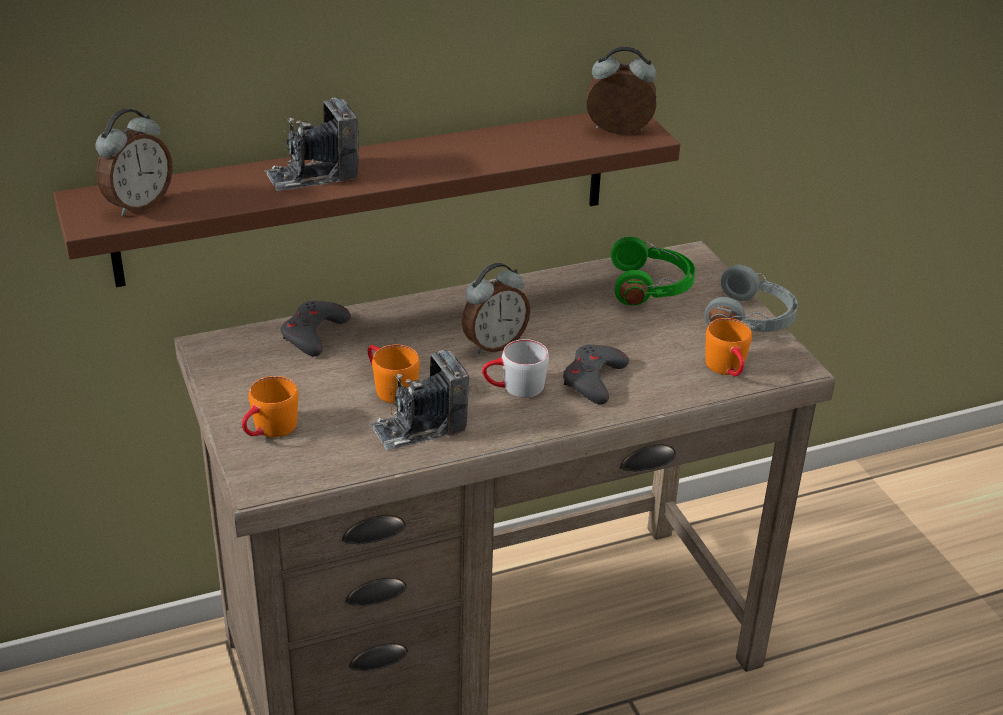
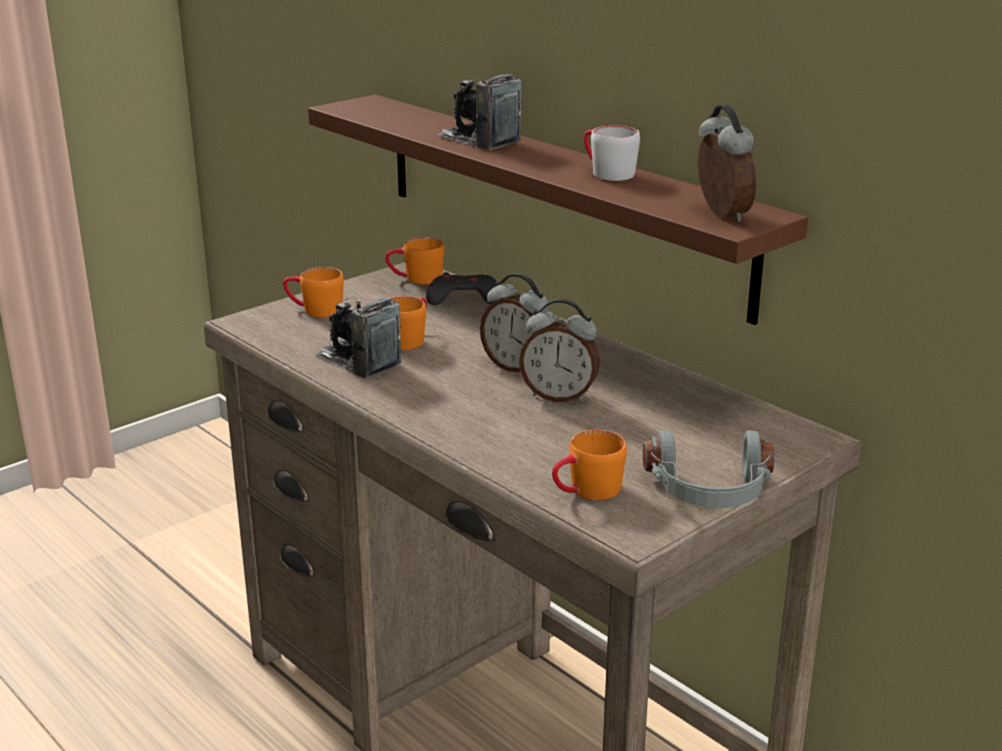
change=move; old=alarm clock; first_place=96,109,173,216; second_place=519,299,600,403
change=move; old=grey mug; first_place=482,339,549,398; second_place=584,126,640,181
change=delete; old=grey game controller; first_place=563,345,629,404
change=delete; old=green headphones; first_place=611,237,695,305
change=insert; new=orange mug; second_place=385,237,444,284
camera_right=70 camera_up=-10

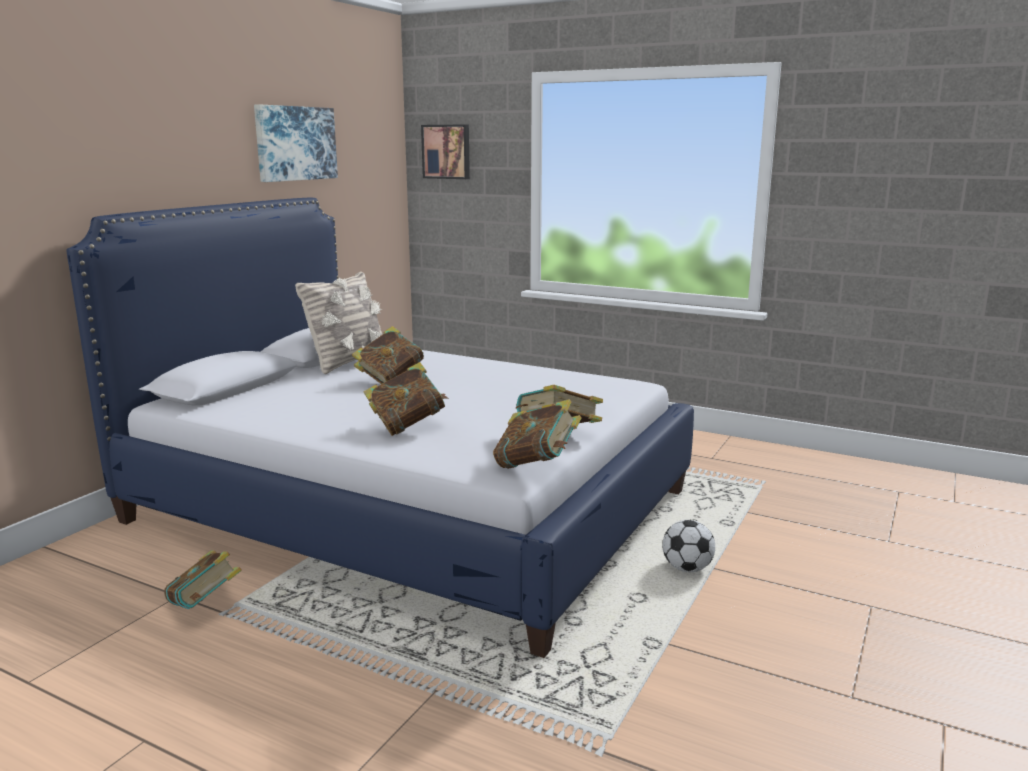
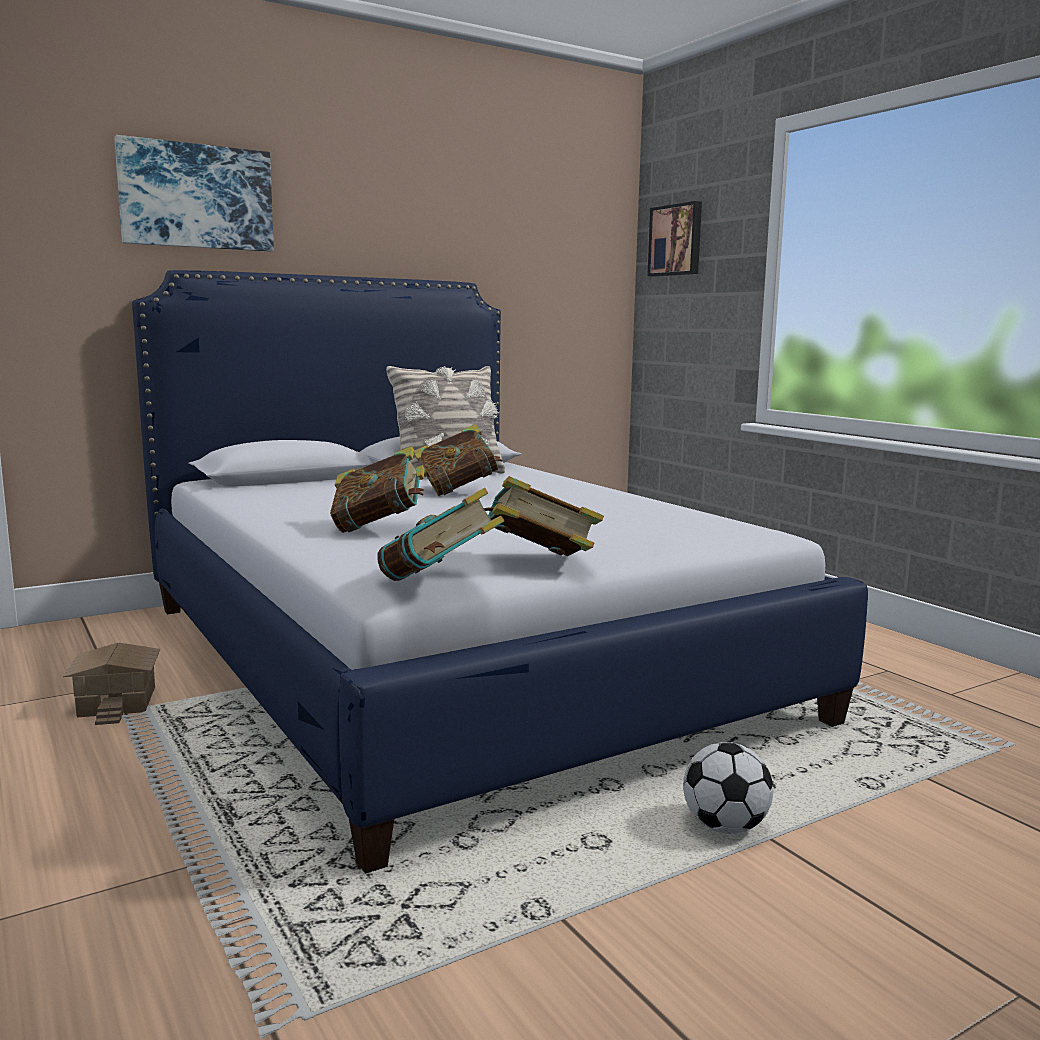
change=replace; old=book; new=toy house; first_place=164,550,242,609; second_place=63,643,161,725
change=move; old=picture; first_place=254,104,338,182; second_place=114,135,274,251
camera_right=30 camera_up=-5

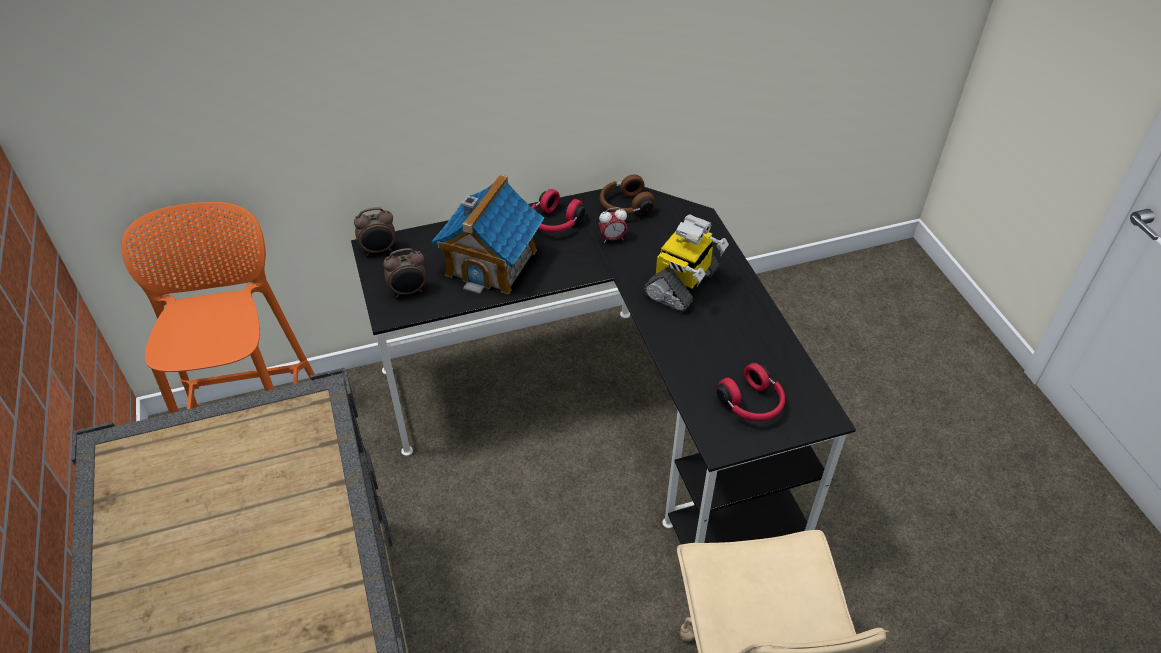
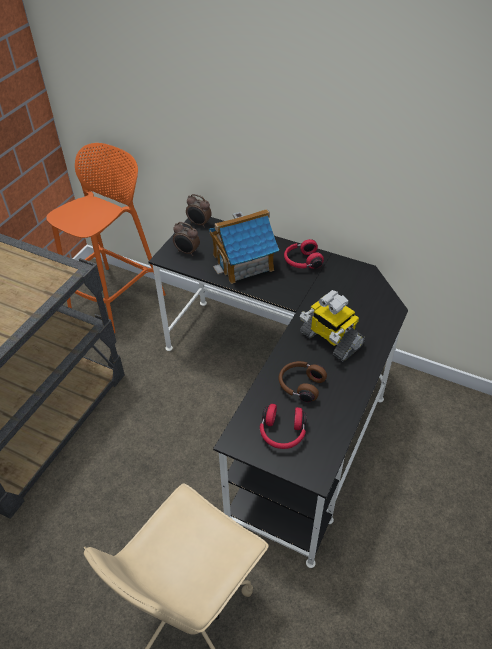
change=delete; old=alarm clock; first_place=598,207,627,243
change=move; old=brown headphones; first_place=600,175,655,215; second_place=279,361,327,402
change=rotate; old=toy robot; first_place=644,214,729,312; second_place=300,290,365,362; degrees=60
camera_right=45 camera_up=0

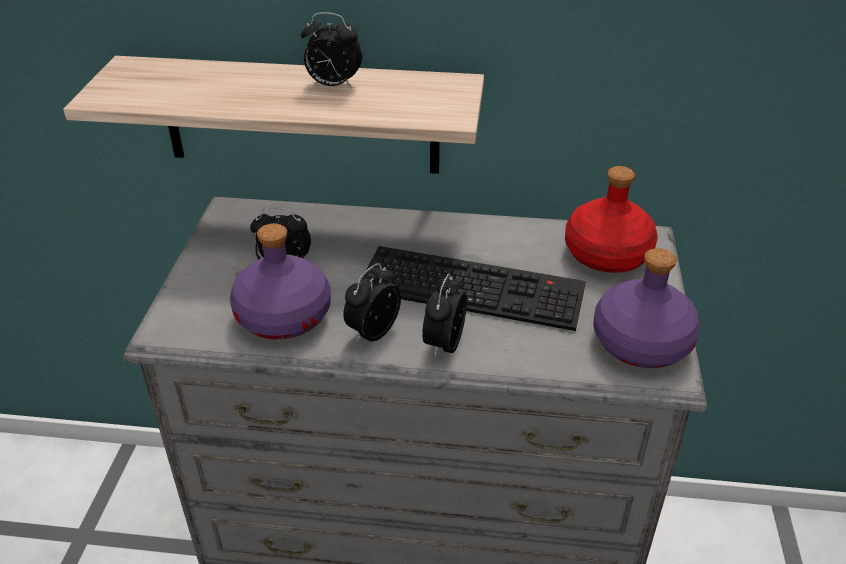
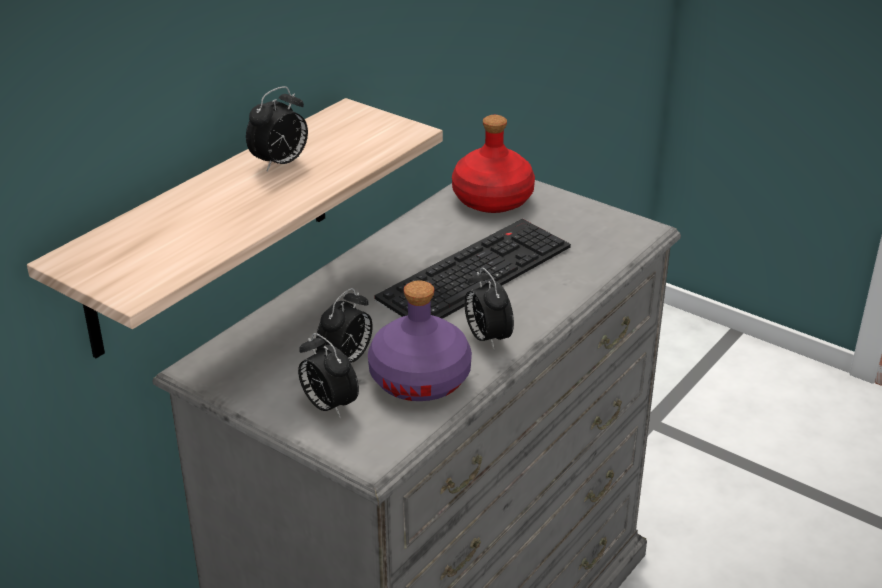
change=move; old=alarm clock; first_place=422,274,467,358; second_place=298,333,359,418
change=delete; old=purple bottle; first_place=593,248,700,368
camera_right=-60 camera_up=-5

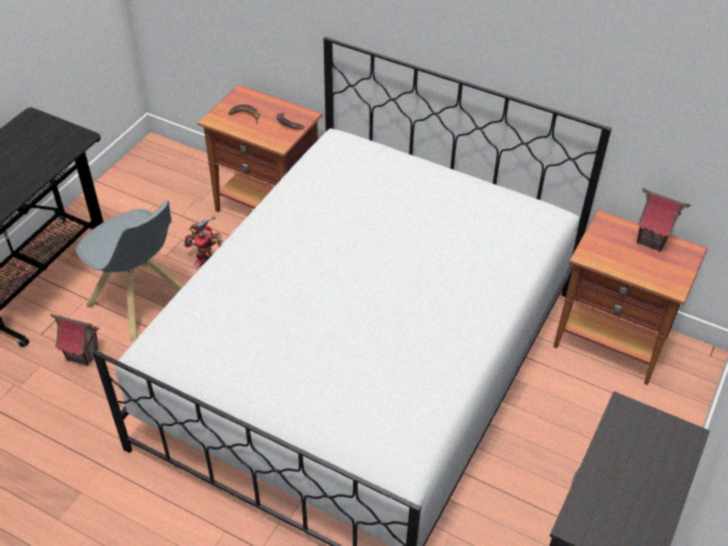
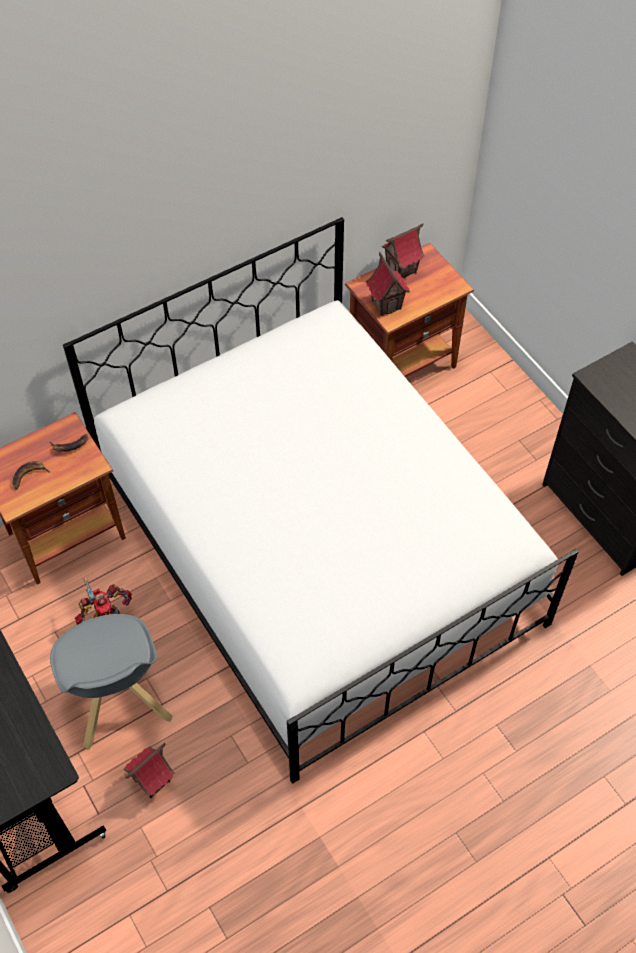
change=rotate; old=grey chair; first_place=76,200,183,341; second_place=50,614,173,750; degrees=90
change=insert; new=toy house; second_place=366,252,410,316
camera_right=-60 camera_up=10

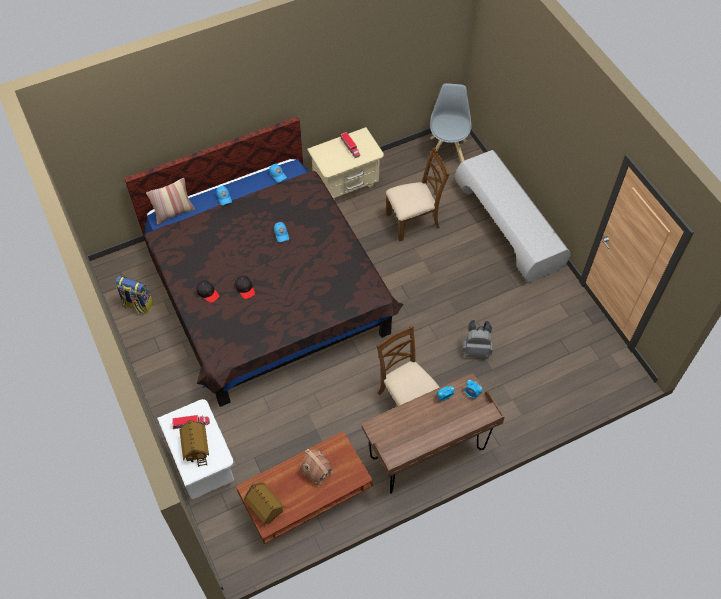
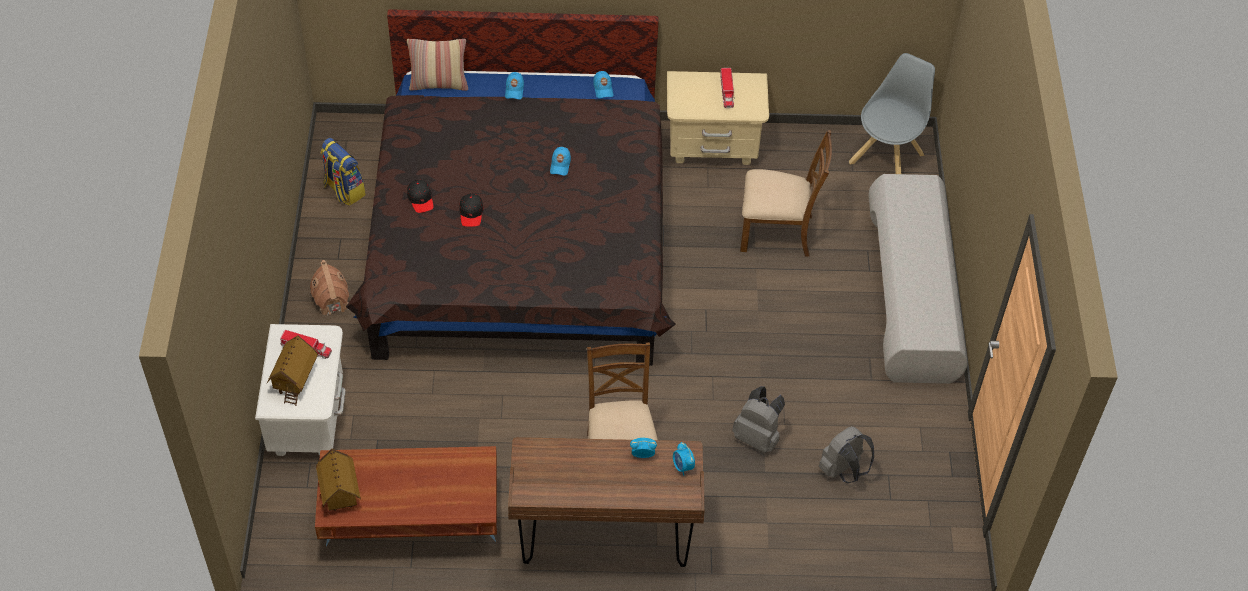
change=move; old=toy house; first_place=300,449,333,485; second_place=310,260,349,317
change=insert; new=grey backpack; second_place=818,426,874,483
camera_right=25 camera_up=-5

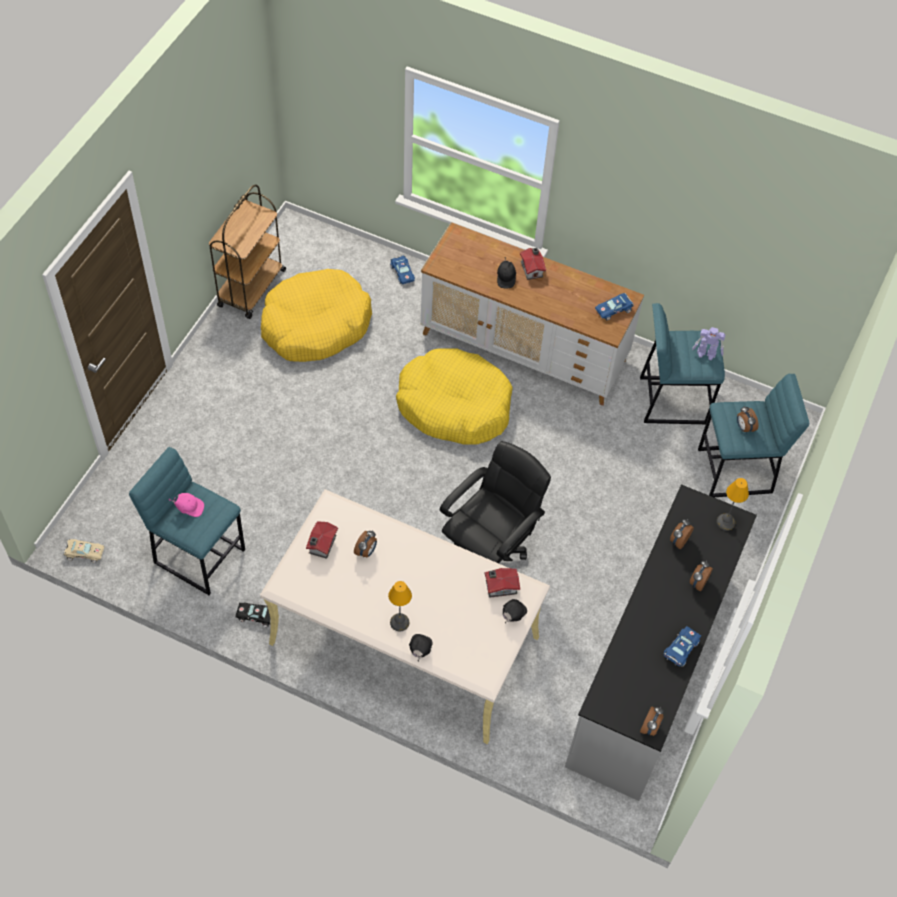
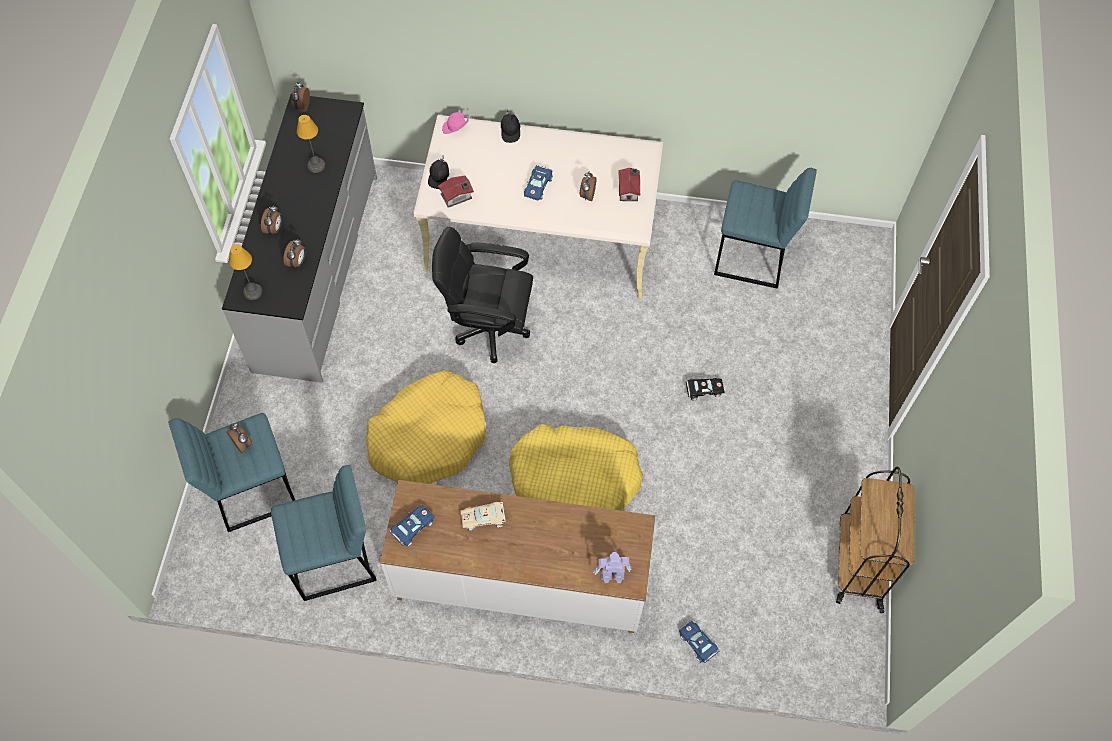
change=move; old=beige toy car; first_place=63,539,104,563; second_place=461,502,506,531
change=move; old=pink cap; first_place=169,493,204,517; second_place=442,112,473,134
change=move; old=black toy car; first_place=235,602,271,628; second_place=686,377,724,401
change=move; old=yellow dog bed; first_place=261,269,372,362; second_place=366,370,486,484
change=move; old=table lamp; first_place=388,581,412,632; second_place=296,115,325,173
change=rotate; old=black office chair; first_place=440,441,551,563; second_place=432,227,533,363; degrees=75
change=delete; old=black cap; first_place=497,257,516,288
change=delete; old=toy house; first_place=520,248,546,280
change=move; old=blue toy car; first_place=663,626,701,667; second_place=524,165,553,200
change=move; old=toy robot; first_place=692,327,726,360; second_place=593,552,632,583
camera_right=165 camera_up=5

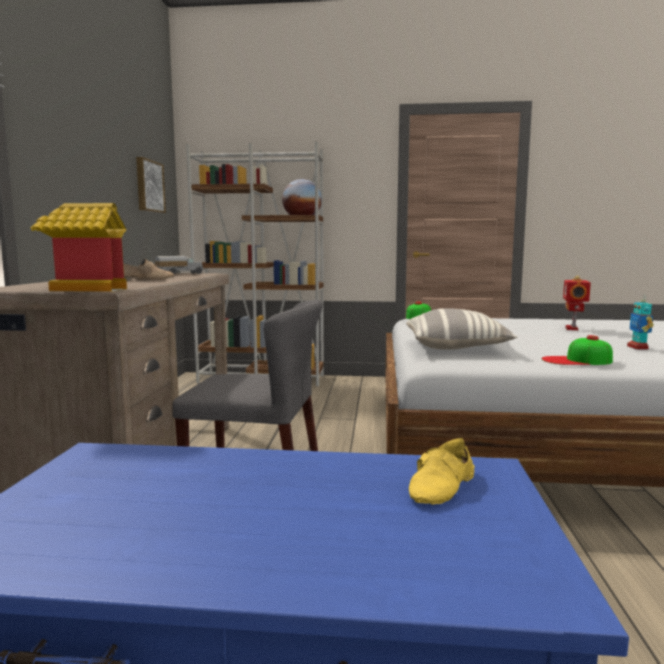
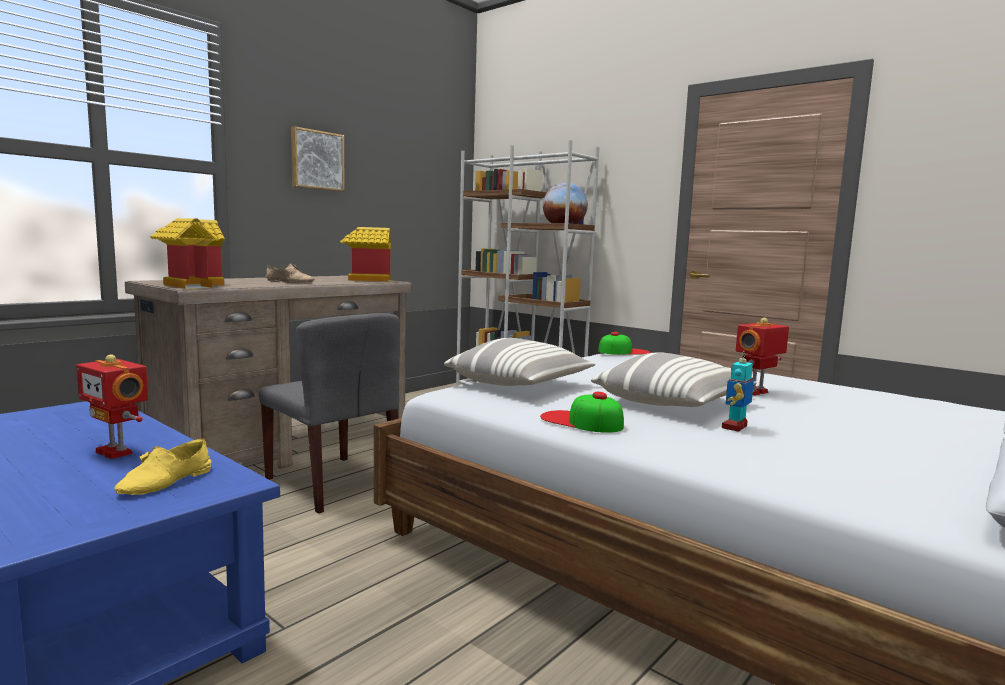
change=move; old=picture; first_place=136,157,166,213; second_place=291,126,345,191
change=replace; old=toy truck; new=toy house; first_place=155,256,205,274; second_place=340,227,391,282
change=rotate; old=yellow shoe; first_place=409,438,475,505; second_place=115,438,211,495; degrees=-45
change=insert; new=toy robot; second_place=76,355,148,459
change=insert; new=pillow; second_place=591,352,757,407
camera_right=35 camera_up=0

